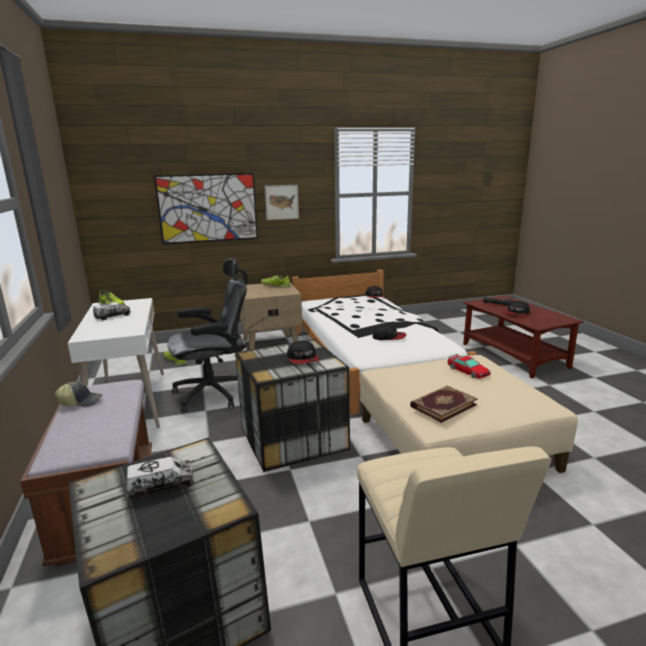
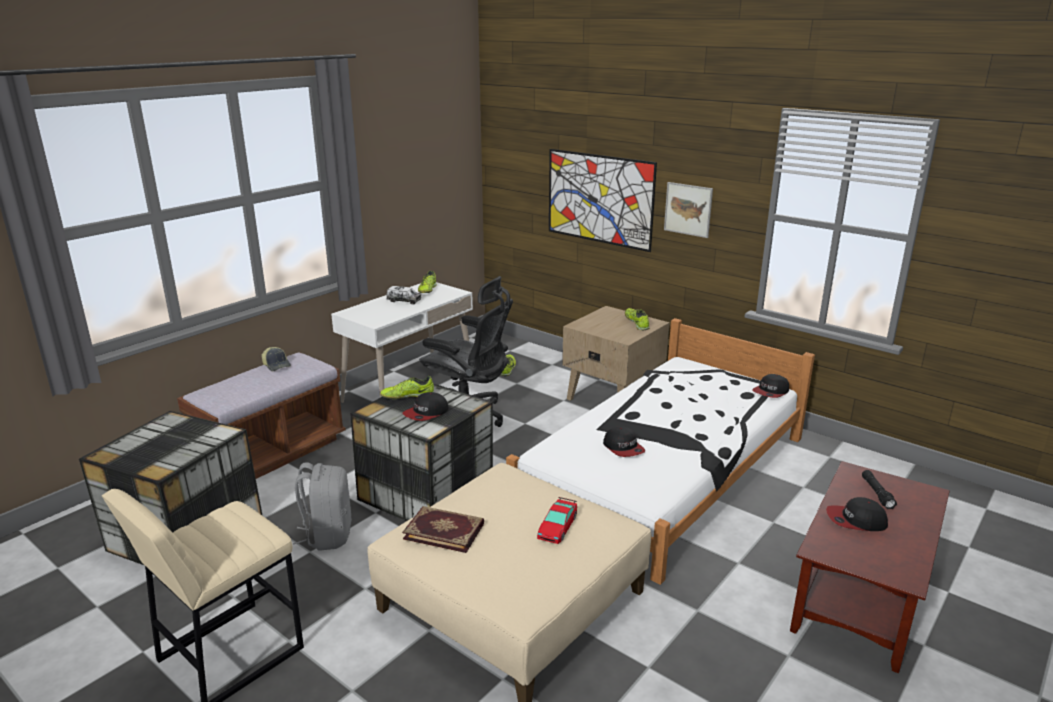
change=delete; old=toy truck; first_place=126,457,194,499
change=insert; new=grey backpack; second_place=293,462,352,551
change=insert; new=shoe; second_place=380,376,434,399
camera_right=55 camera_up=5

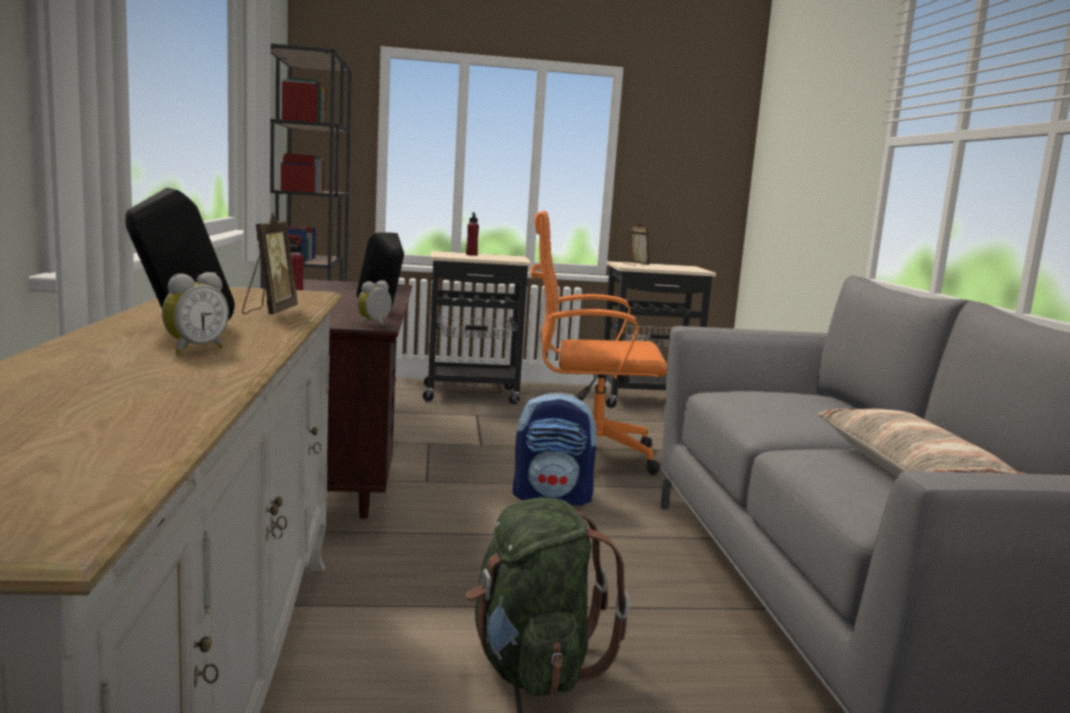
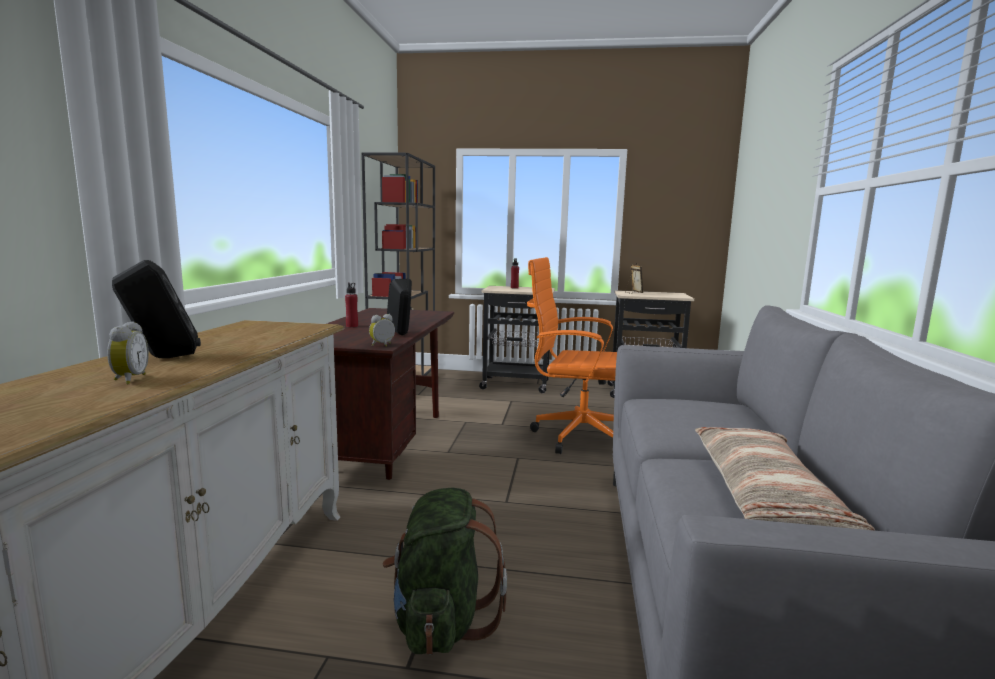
change=rotate; old=alarm clock; first_place=162,272,229,354; second_place=107,322,149,384; degrees=-60
change=delete; old=picture frame; first_place=242,212,298,314
change=delete; old=backpack; first_place=512,393,599,506
camera_right=15 camera_up=0

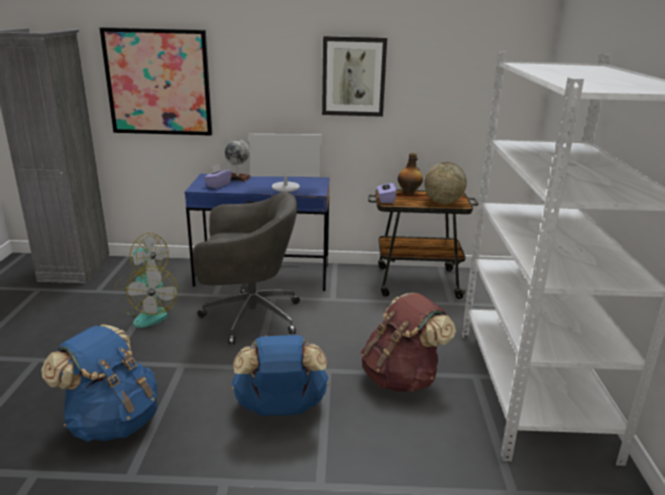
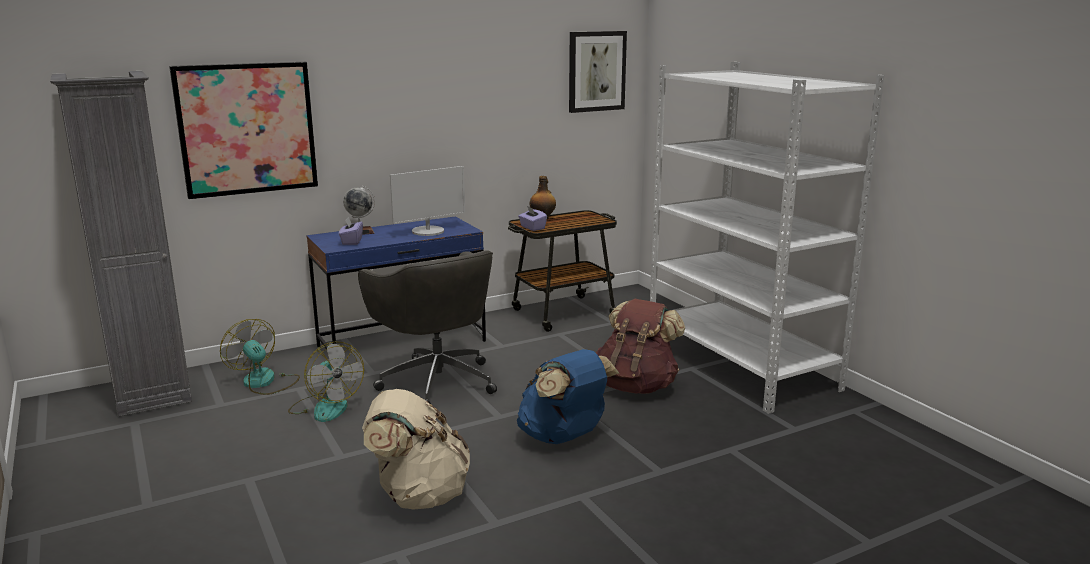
change=recolor; old=blue backpack; new=beige backpack; first_place=41,325,157,442; second_place=362,389,470,510
change=rotate; old=fan; first_place=115,233,169,290; second_place=220,319,300,395; degrees=-135
change=rotate; old=grey office chair; first_place=193,192,300,345; second_place=358,250,497,404; degrees=90
change=move; old=picture; first_place=322,36,387,117; second_place=569,31,627,113
change=delete; old=globe; first_place=424,162,467,204
camera_right=-30 camera_up=-5

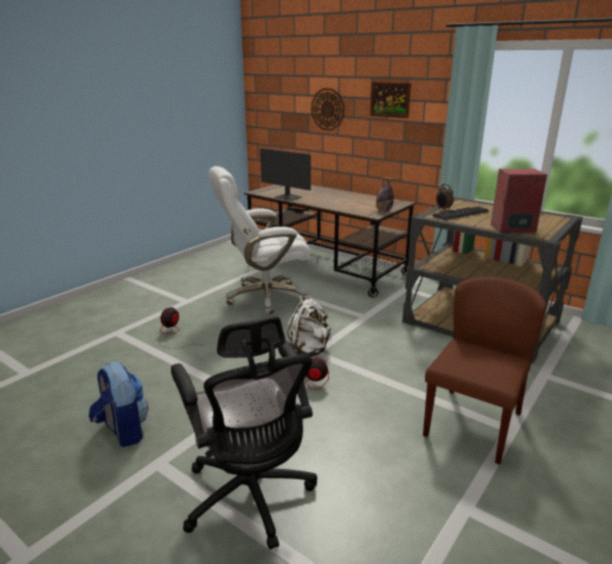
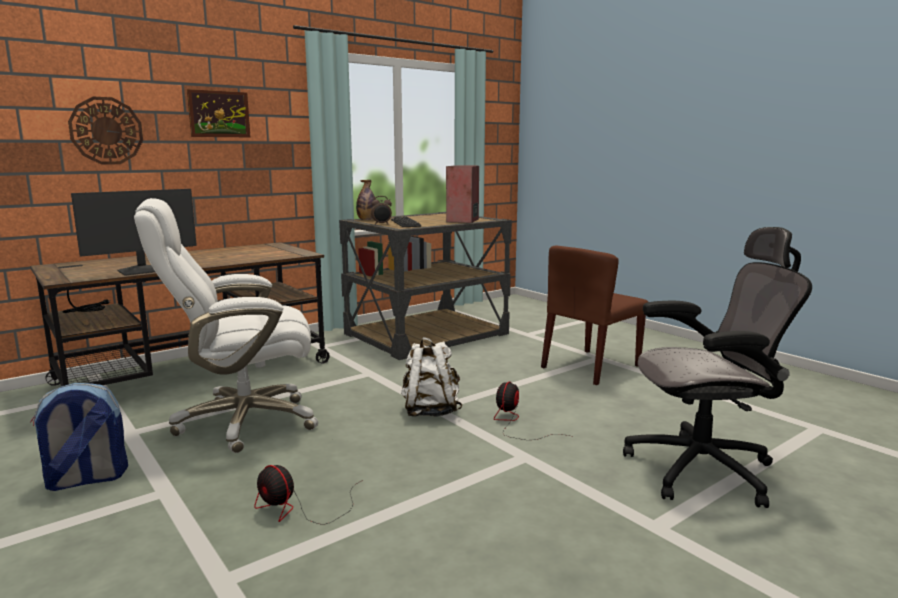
change=move; old=backpack; first_place=89,362,149,447; second_place=30,383,128,491
change=rotate; old=white office chair; first_place=208,166,310,315; second_place=134,198,318,453; degrees=75
change=move; old=bottle; first_place=376,177,394,212; second_place=356,180,376,220
change=rotate; old=brown chair; first_place=423,277,546,465; second_place=541,245,648,385; degrees=-90
camera_right=-75 camera_up=-10

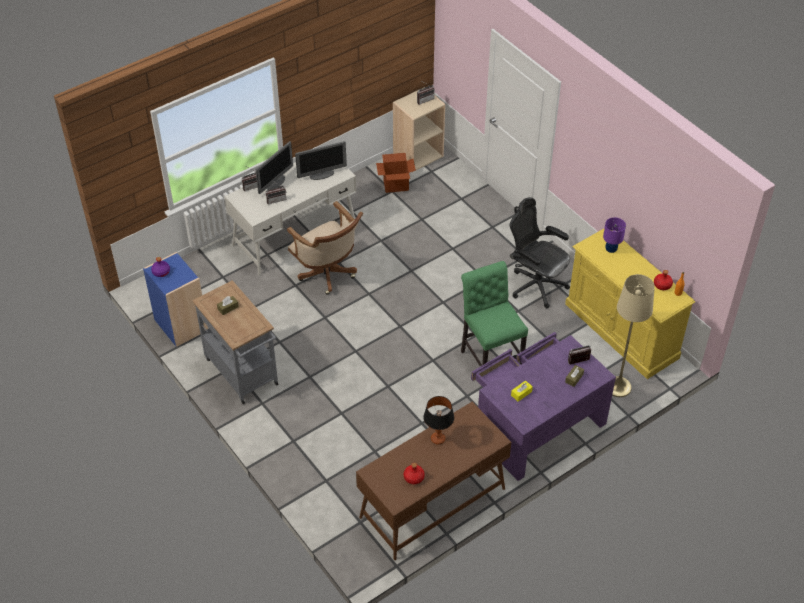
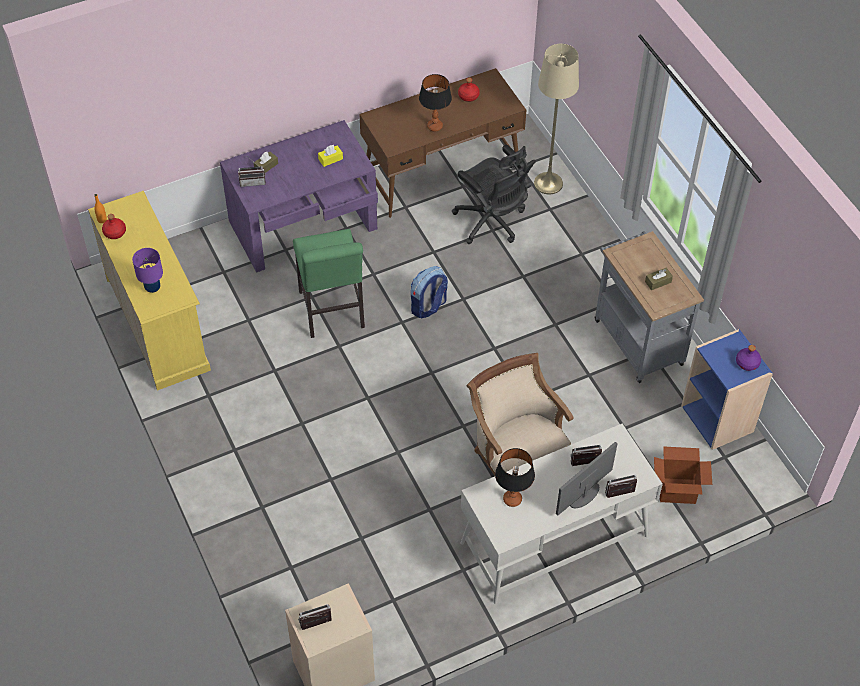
change=replace; old=monitor; new=table lamp; first_place=295,141,347,180; second_place=495,448,535,507
change=move; old=cardboard box; first_place=376,153,416,193; second_place=654,446,712,504
change=move; old=office chair; first_place=510,197,570,308; second_place=452,145,536,244
change=move; old=beige floor lamp; first_place=612,274,655,397; second_place=534,44,579,194
change=insert; new=backpack; second_place=411,266,448,319
camera_right=-170 camera_up=5

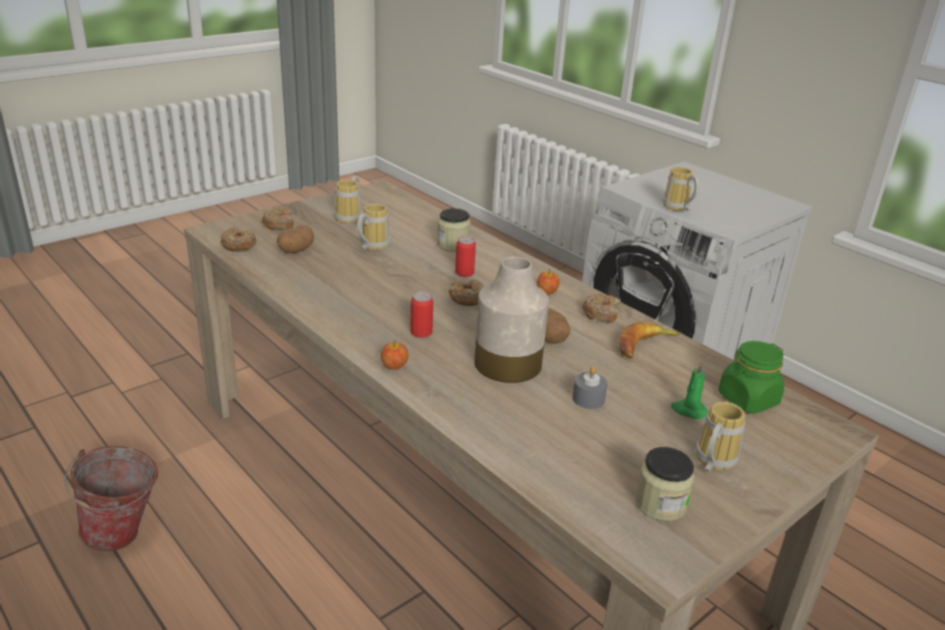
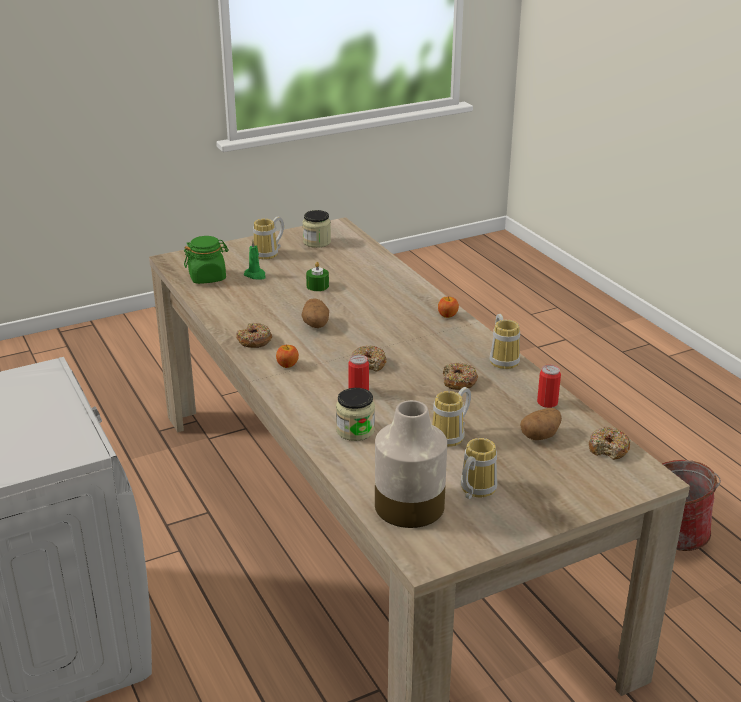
change=move; old=donut; first_place=262,208,294,230; second_place=443,363,478,390
change=move; old=can; first_place=410,291,433,338; second_place=537,365,561,408
change=move; old=beige vase; first_place=474,256,549,383; second_place=375,400,447,528
change=recolor; old=grey candle; new=green candle; first_place=572,367,608,409; second_place=306,262,329,291
change=delete; old=banana; first_place=619,322,683,359
change=move; old=mug; first_place=662,167,699,211; second_place=489,314,520,369
camera_right=-165 camera_up=0

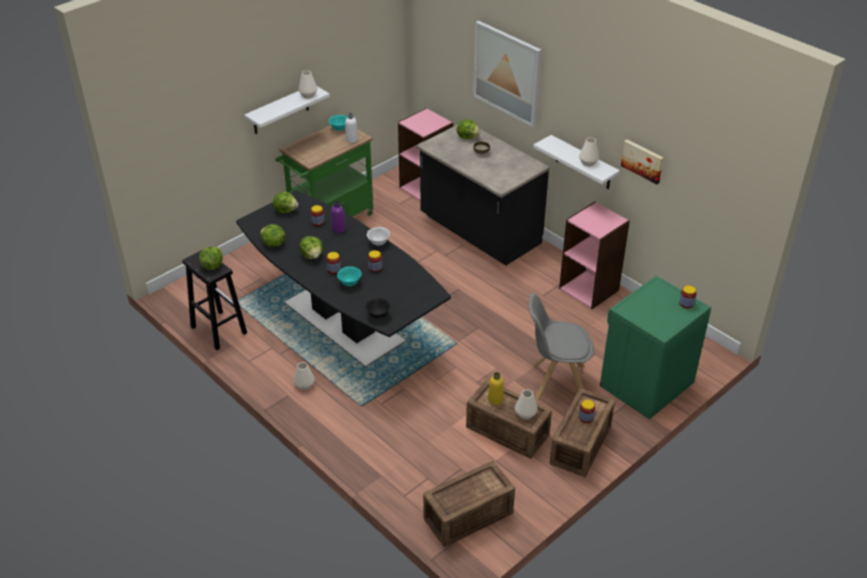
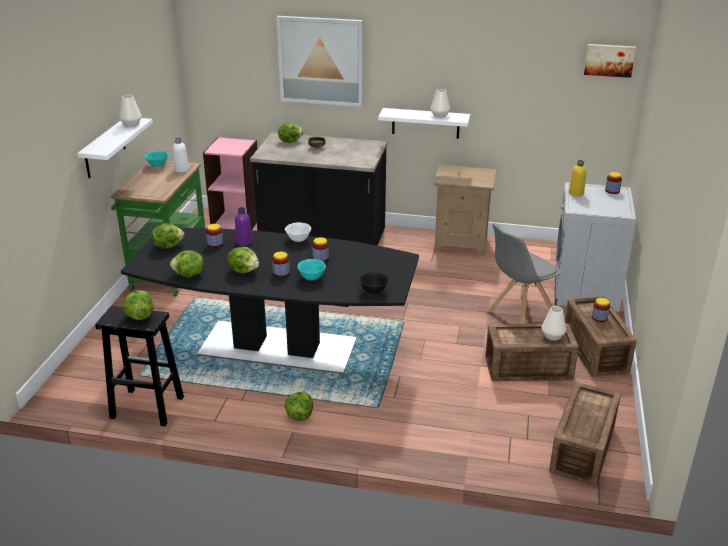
change=replace; old=white vase; new=lettuce; first_place=293,362,315,390; second_place=285,392,313,421
change=move; old=yellow bottle; first_place=488,372,504,405; second_place=569,160,586,196
change=replace; old=pink bookcase; new=beige nightstand; first_place=559,202,630,309; second_place=433,165,497,256
change=recolor; old=green washing machine; new=white washing machine; first_place=600,276,711,419; second_place=555,182,637,312
change=move; old=picture; first_place=621,140,664,184; second_place=584,44,636,78
camera_right=-35 camera_up=-10

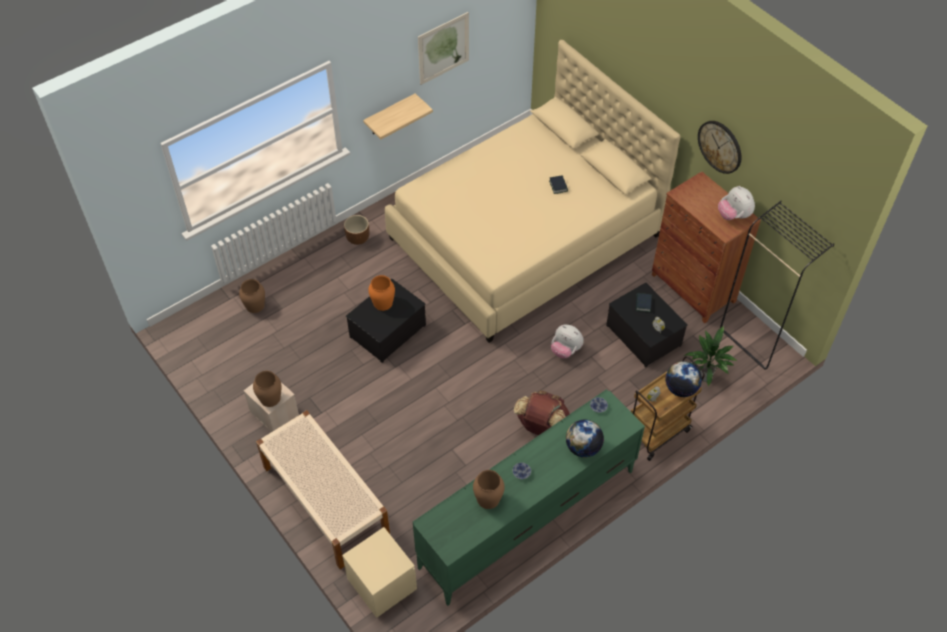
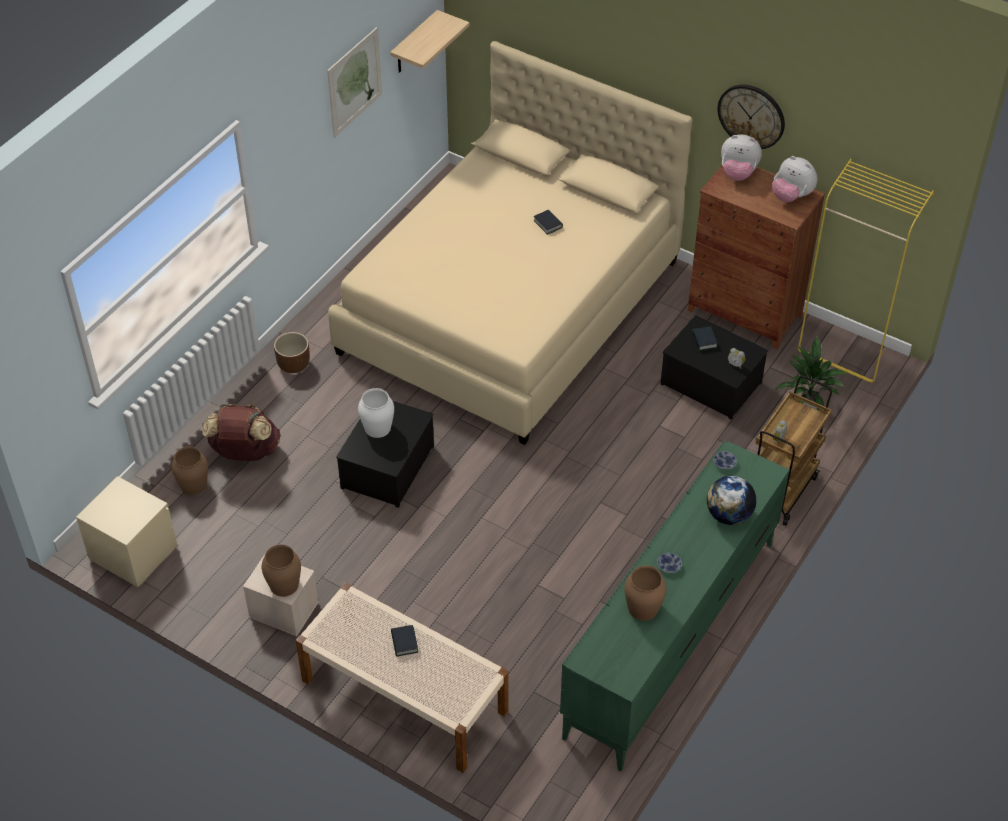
change=move; old=beige nightstand; first_place=342,527,417,618; second_place=76,476,177,587
change=move; old=shelf; first_place=363,93,433,139; second_place=390,10,470,73
change=recolor; old=orange vase; new=white vase; first_place=368,275,395,311; second_place=358,388,394,438
change=move; old=brown backpack; first_place=514,391,569,435; second_place=202,404,281,461
change=move; old=plush toy; first_place=551,325,584,358; second_place=721,135,762,181
change=delete; old=globe; first_place=666,361,702,397
change=recolor; old=black clothes rack; new=yellow clothes rack; first_place=720,201,834,370; second_place=798,159,934,382
change=insert; new=book; second_place=391,625,418,657
camera_right=-20 camera_up=-5

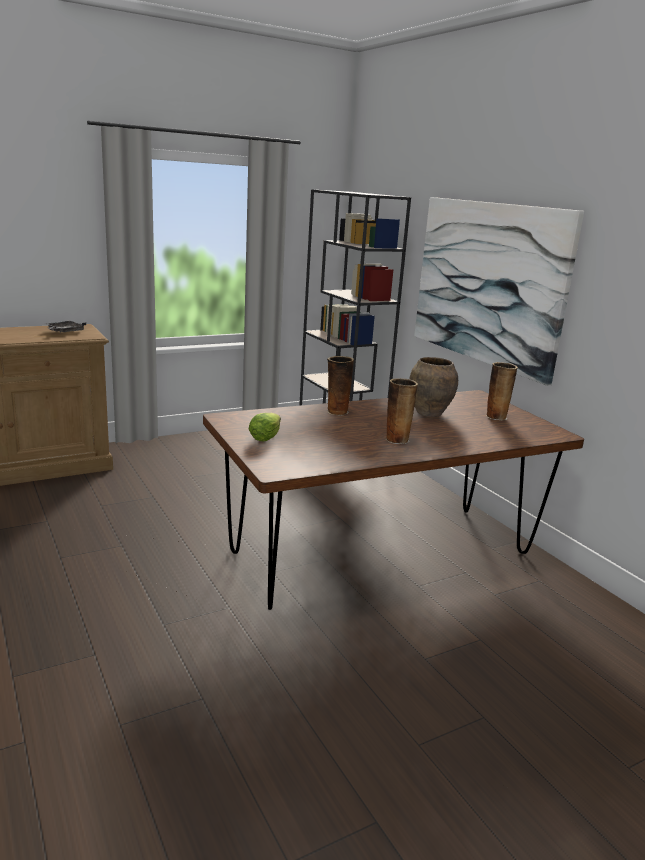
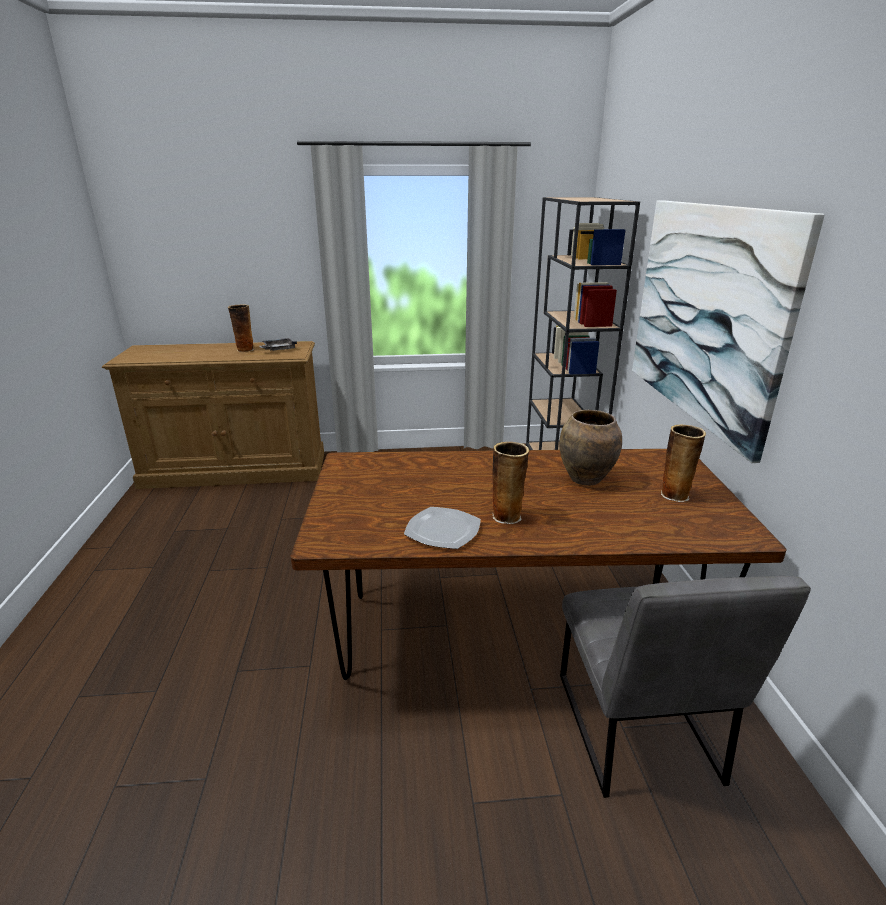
change=delete; old=lettuce; first_place=249,413,281,441
change=move; old=vase; first_place=327,356,354,416; second_place=228,304,254,352
change=insert; new=plate; second_place=404,507,481,549
change=insert; new=grey chair; second_place=560,576,811,798
camera_right=25 camera_up=5

